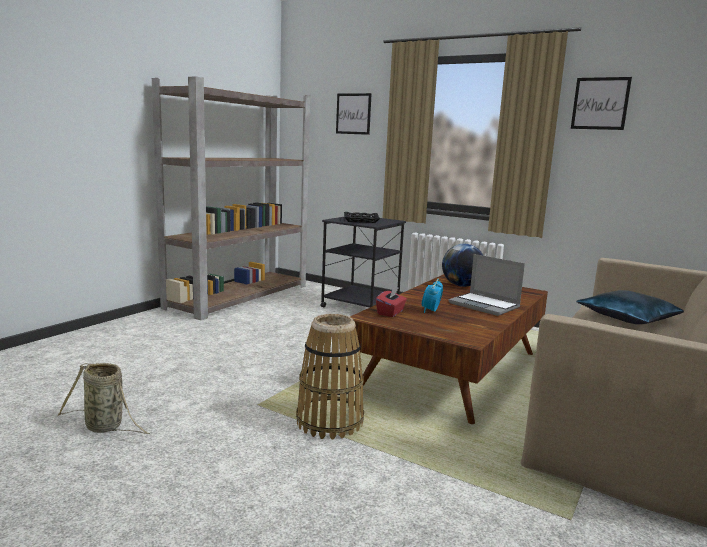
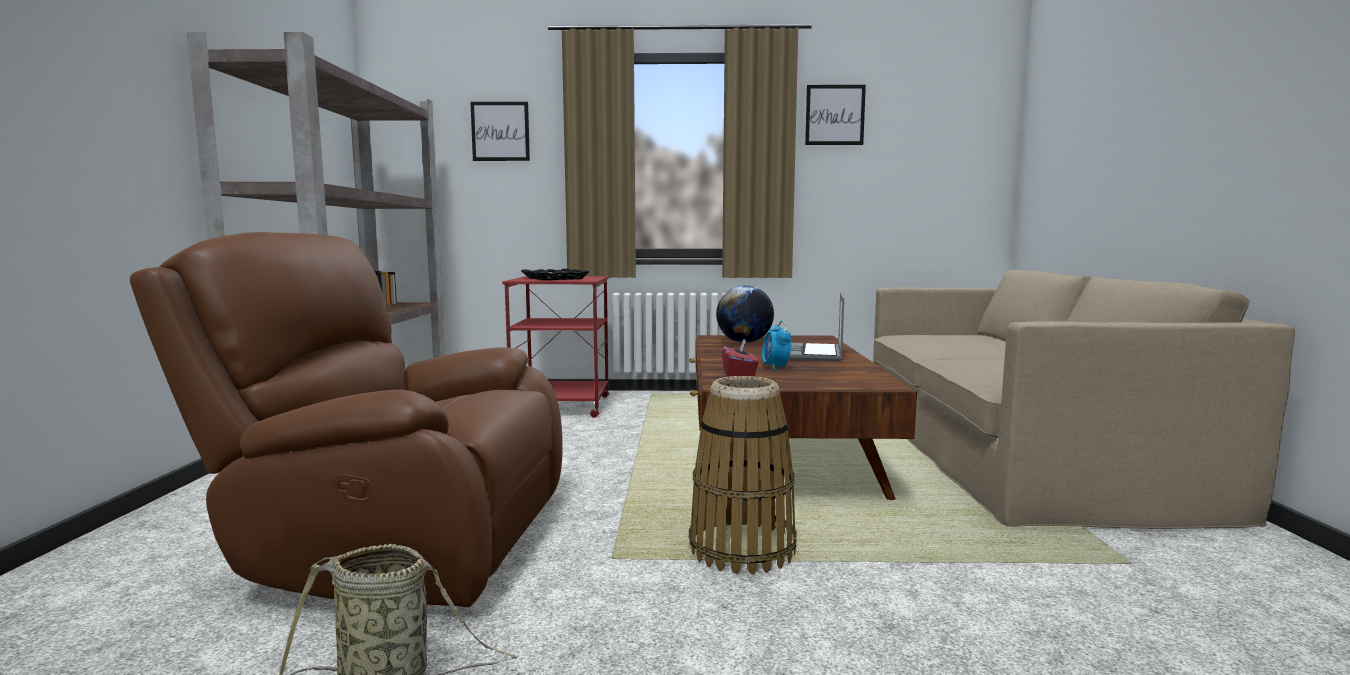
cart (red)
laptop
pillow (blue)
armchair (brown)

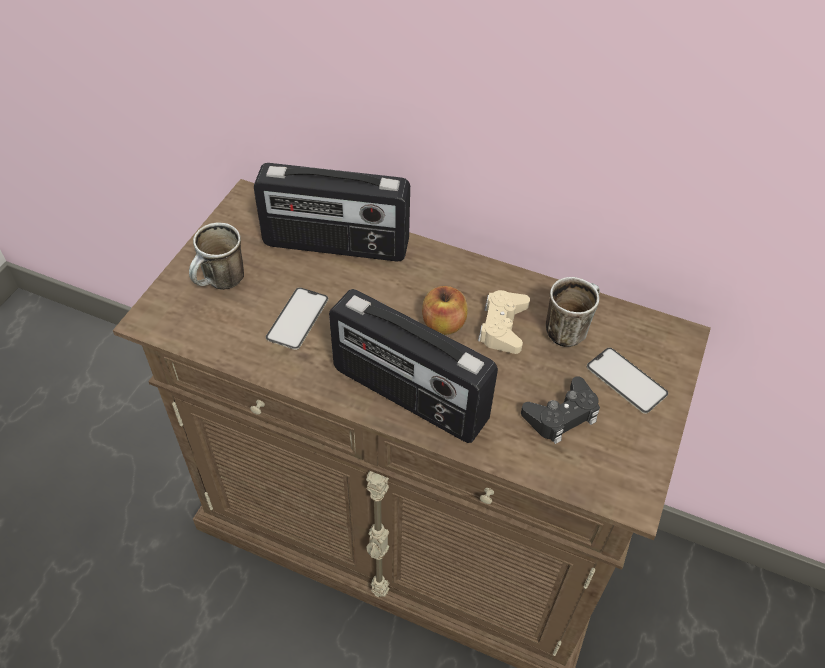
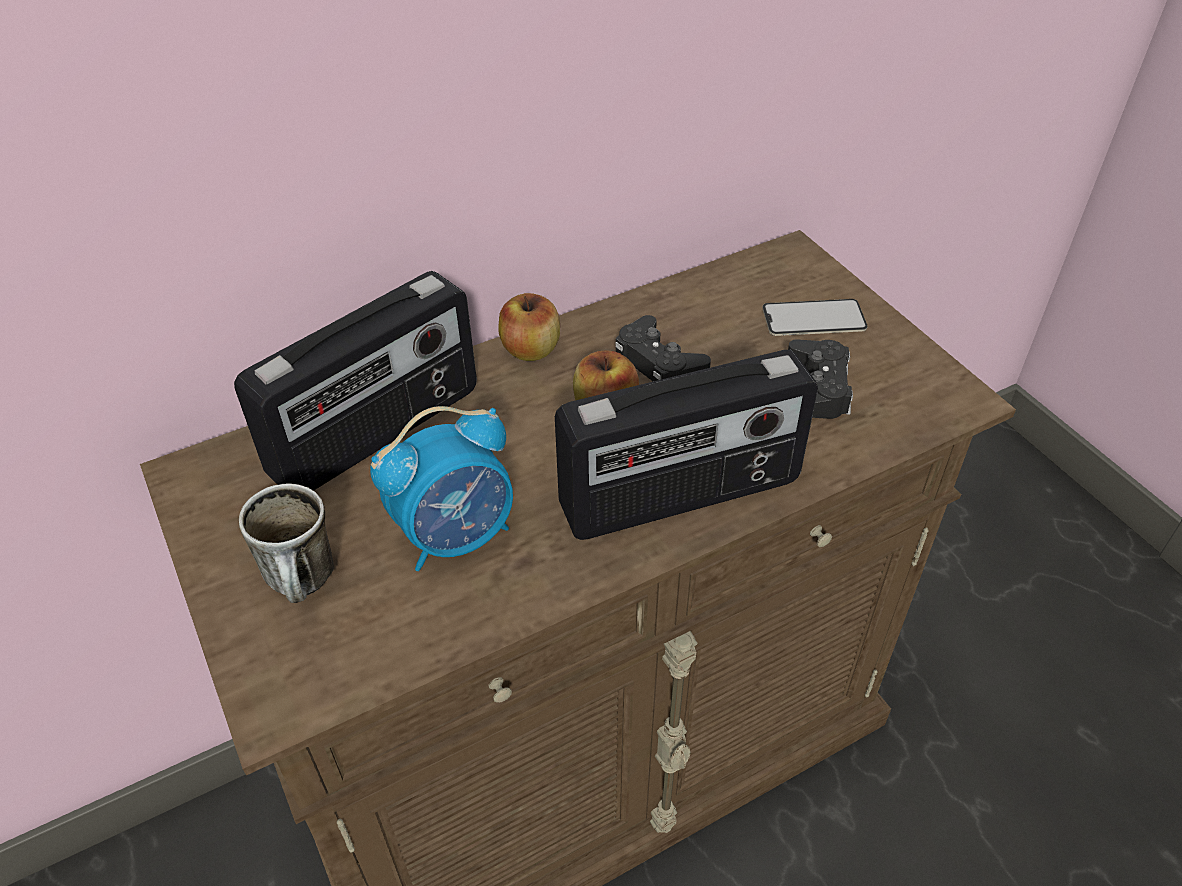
alarm clock
game controller (black) (1st from left)
mug (2nd from left in the first image)
apple (1st from left)

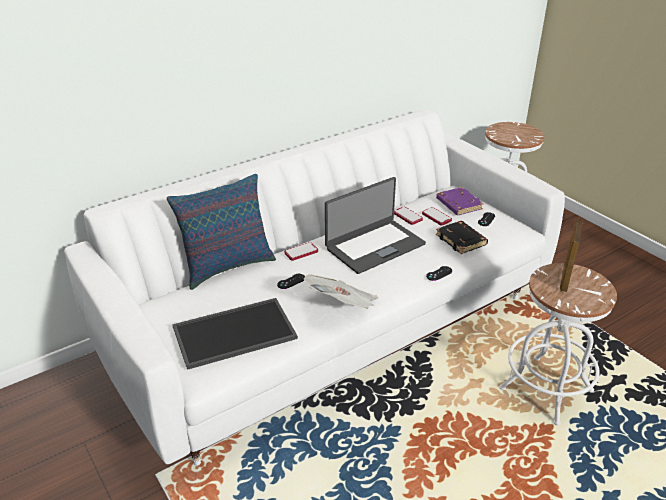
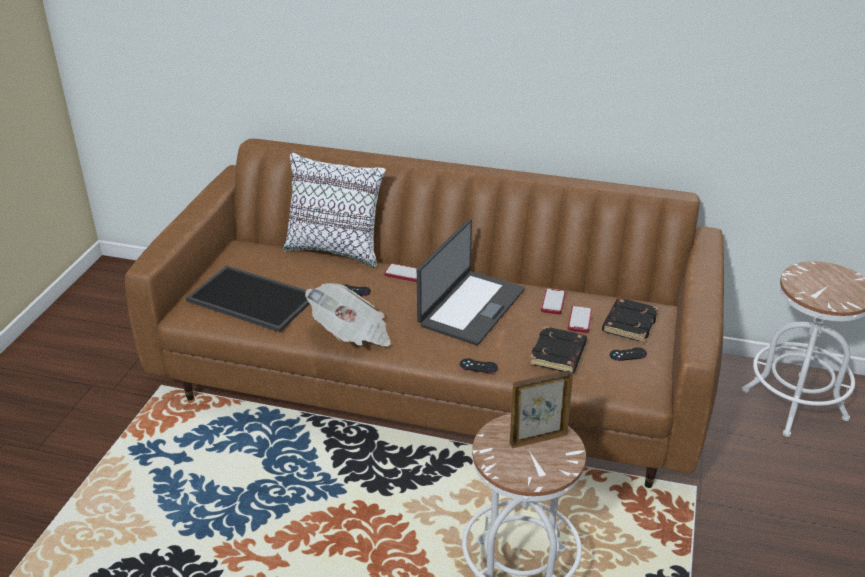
sofa (brown)
pillow (white)
laptop
book (black) (2nd from left)

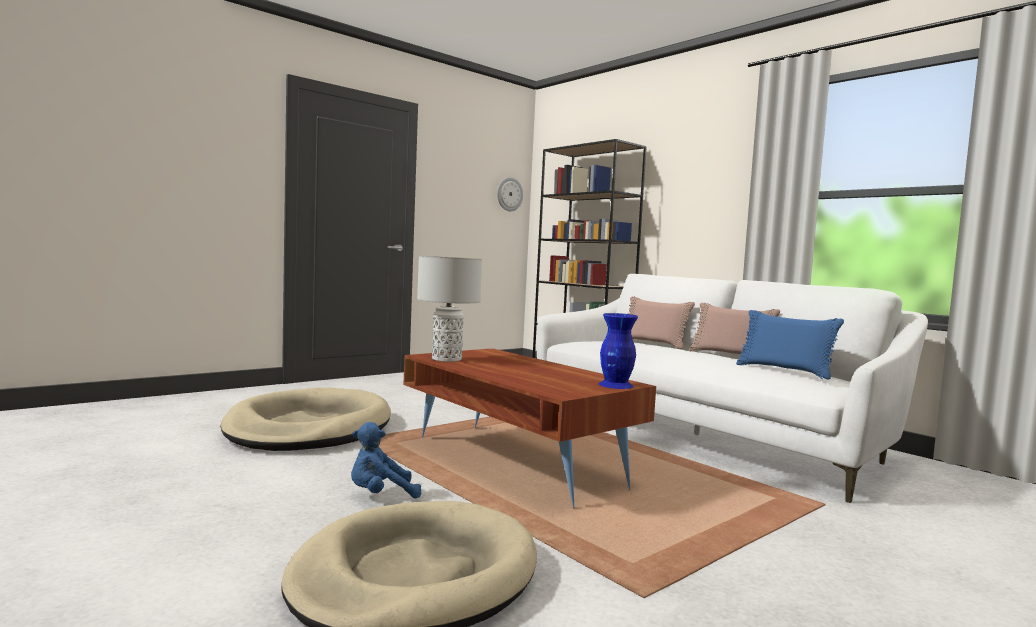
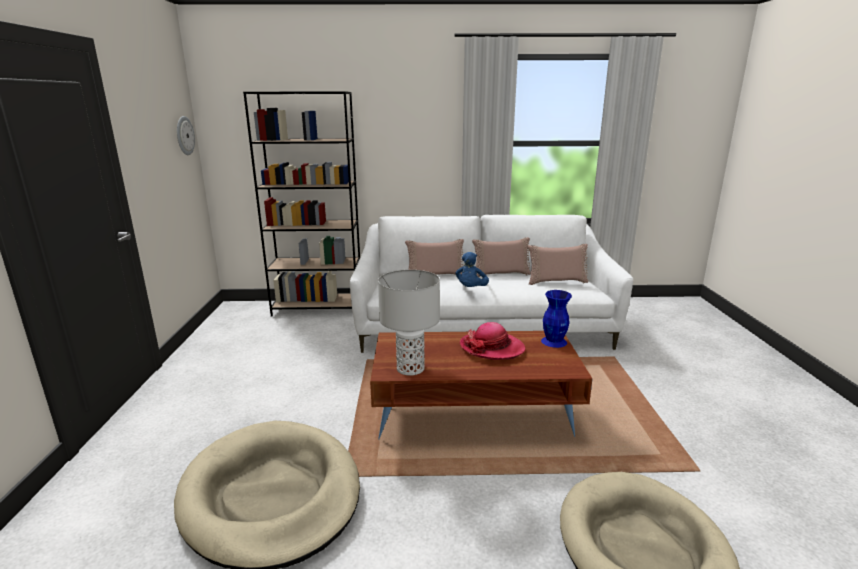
plush toy (blue)
pillow (beige) (3rd from left)
hat

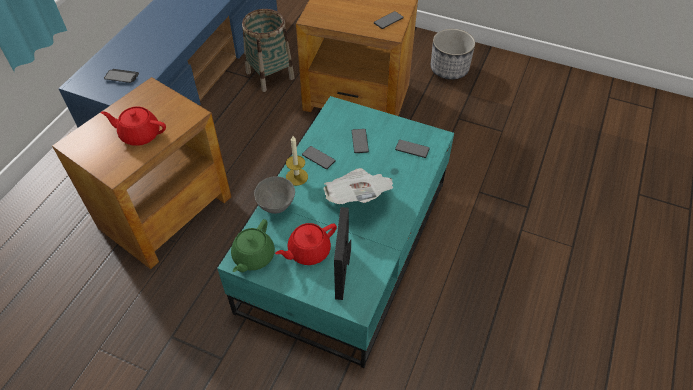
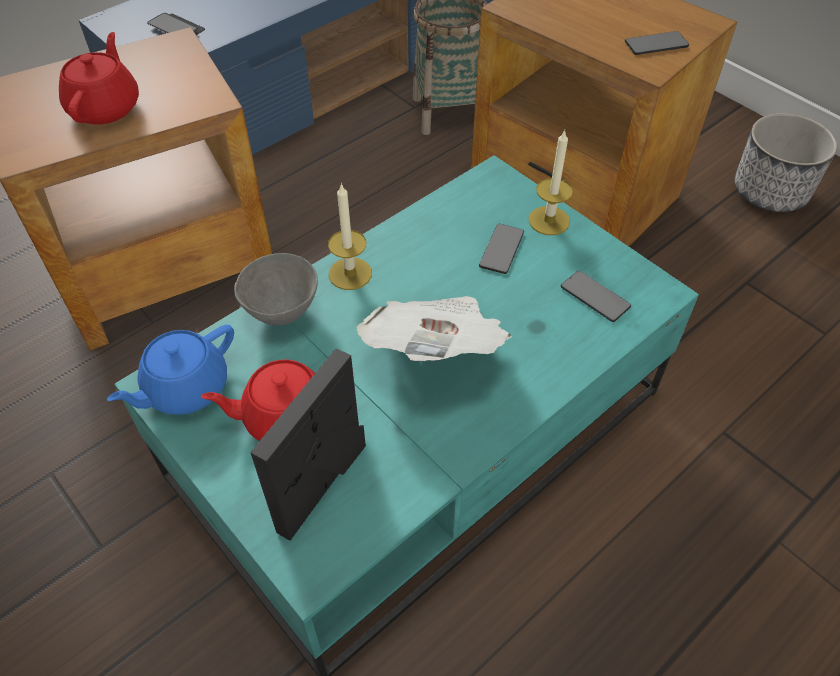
teapot (red) (1st from left)
teapot (blue)
phone (2nd from left in the first image)
candle (2nd from left)

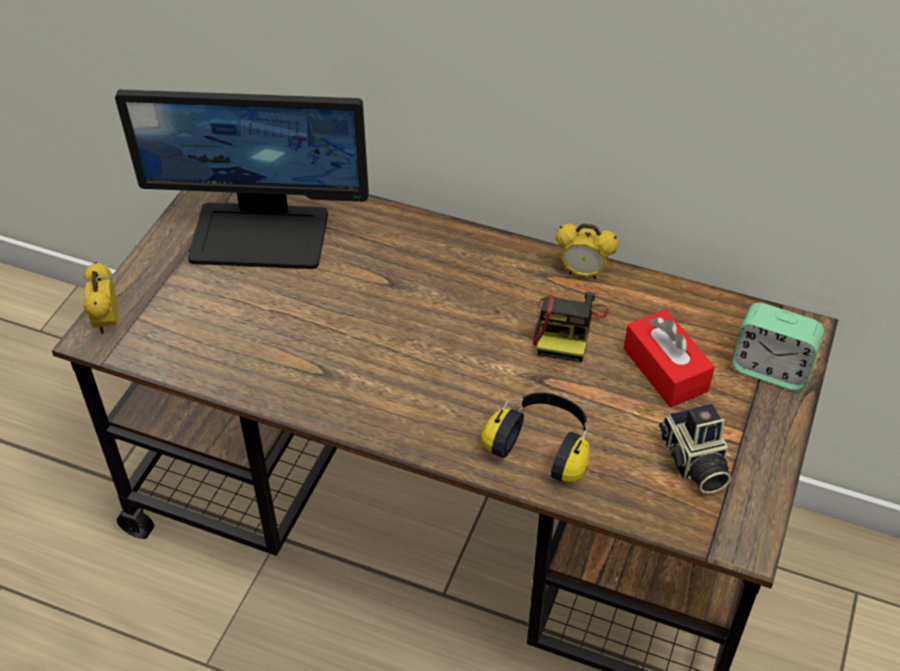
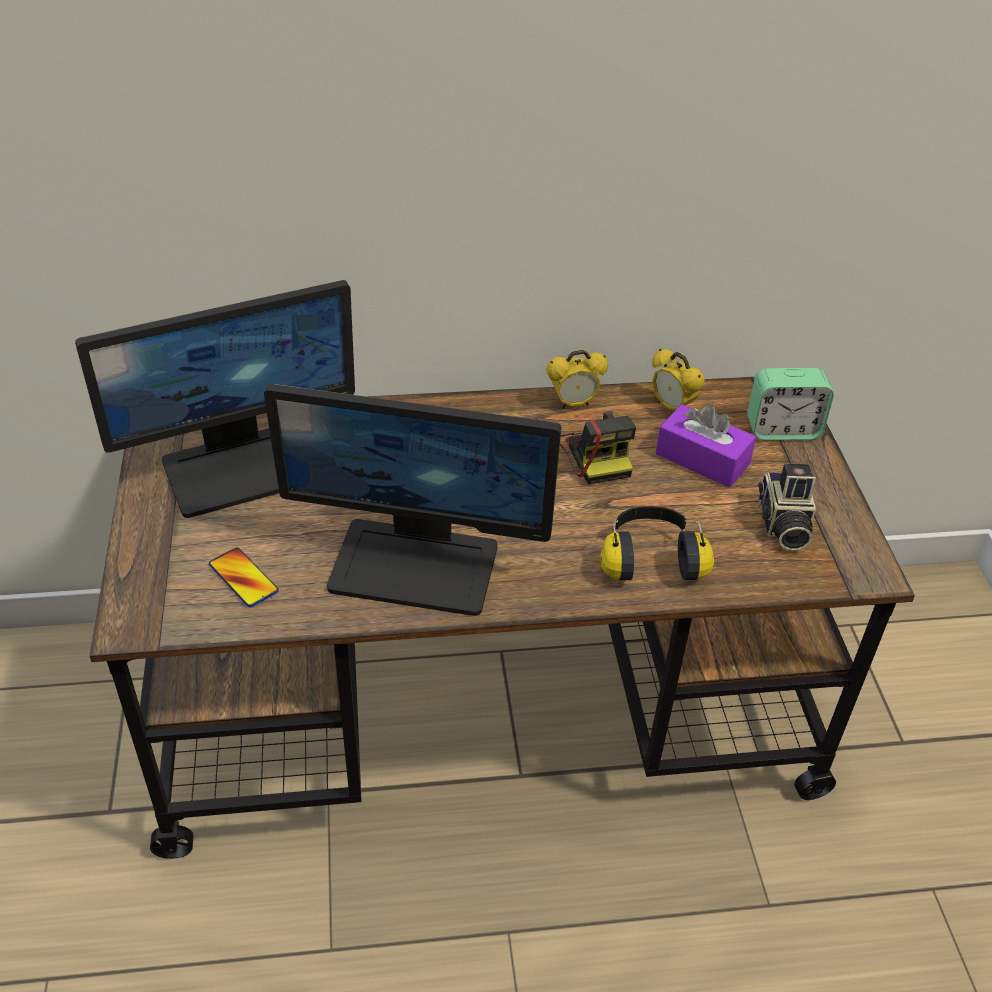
alarm clock (2nd from left)
tissue box (purple)
photo camera (2nd from left)
phone
monitor (2nd from left)

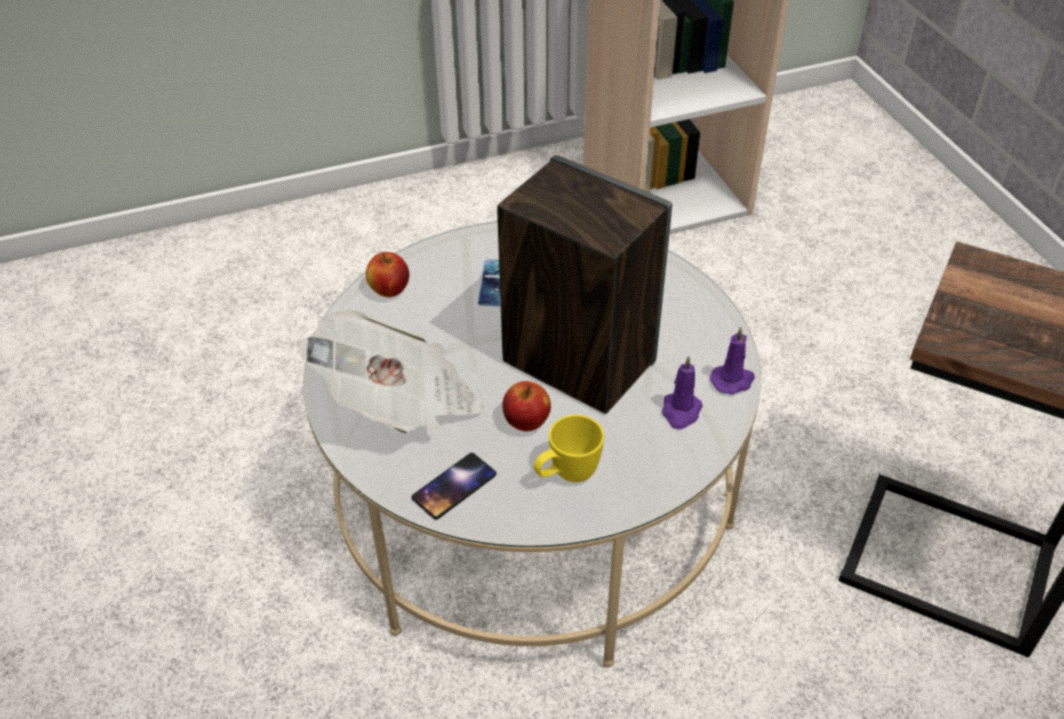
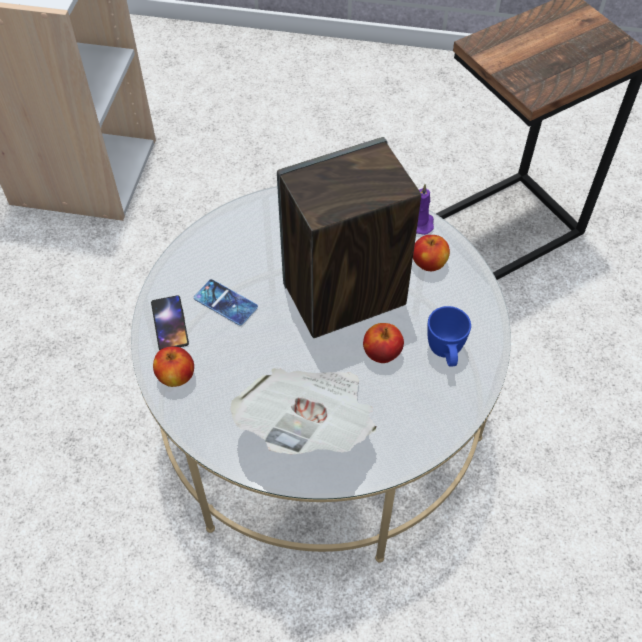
phone (1st from left)
mug (blue)
apple (3rd from left)

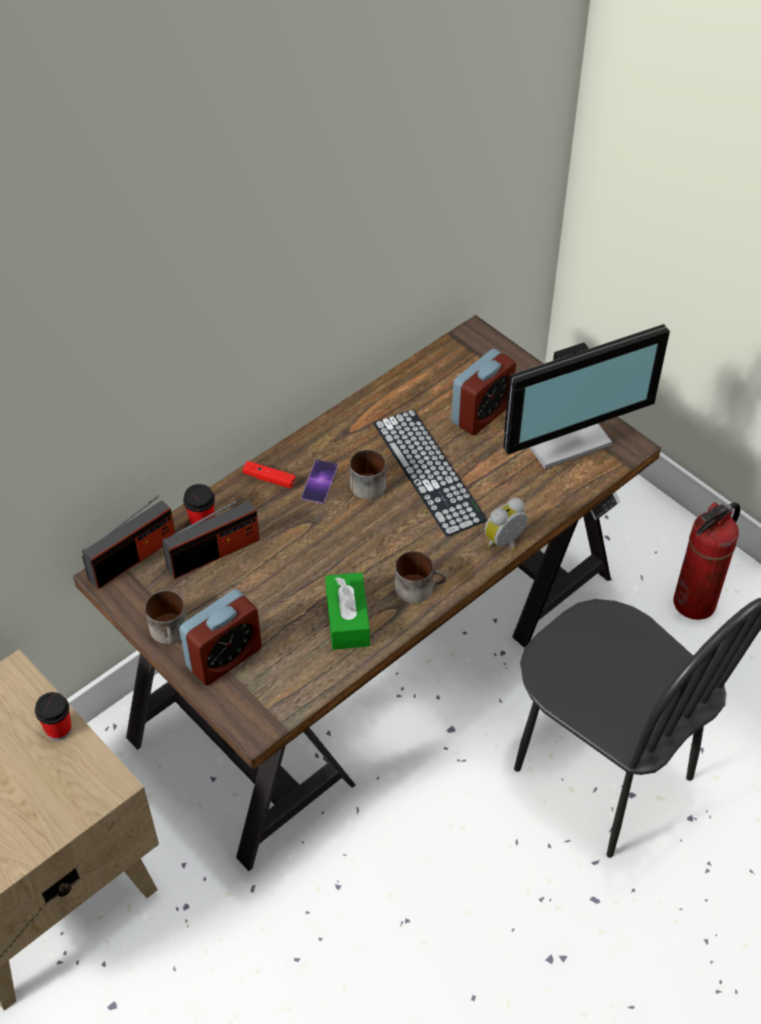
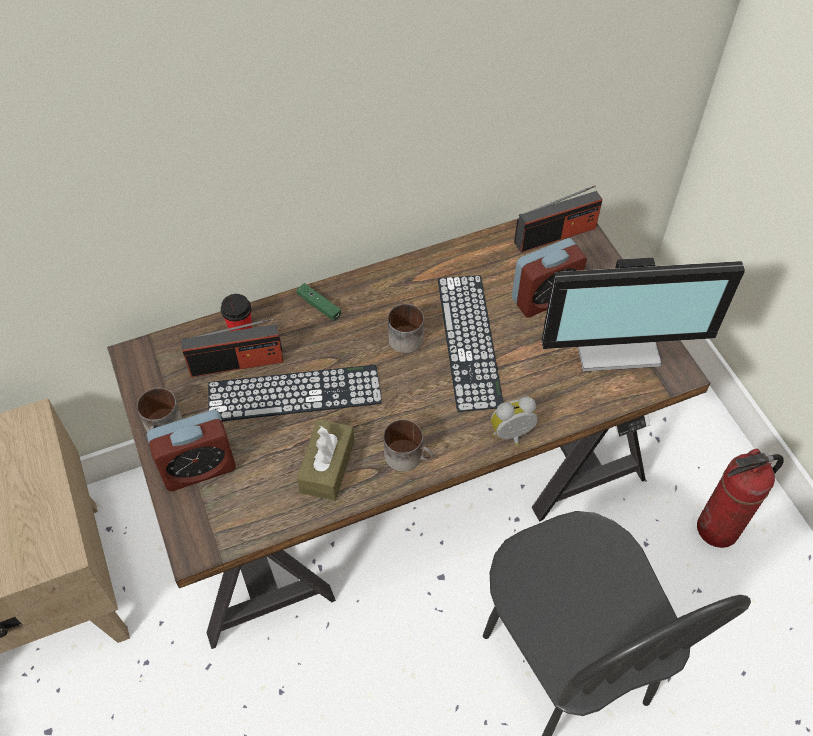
cup (1st from left in the first image)
radio (2nd from left)
game controller (green)
phone
tissue box (brown)
keyboard (1st from left)

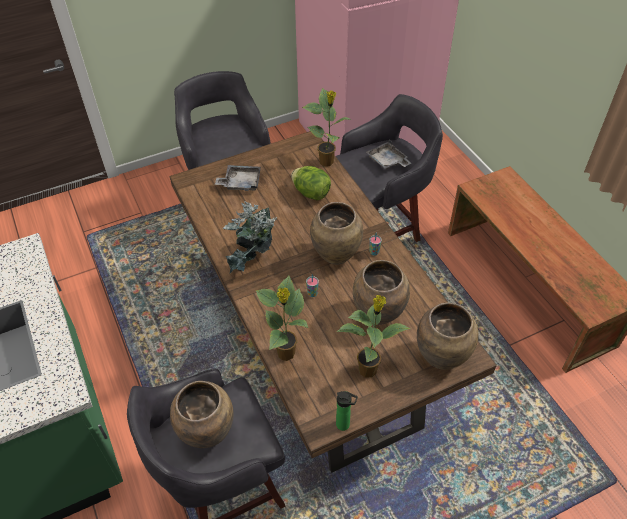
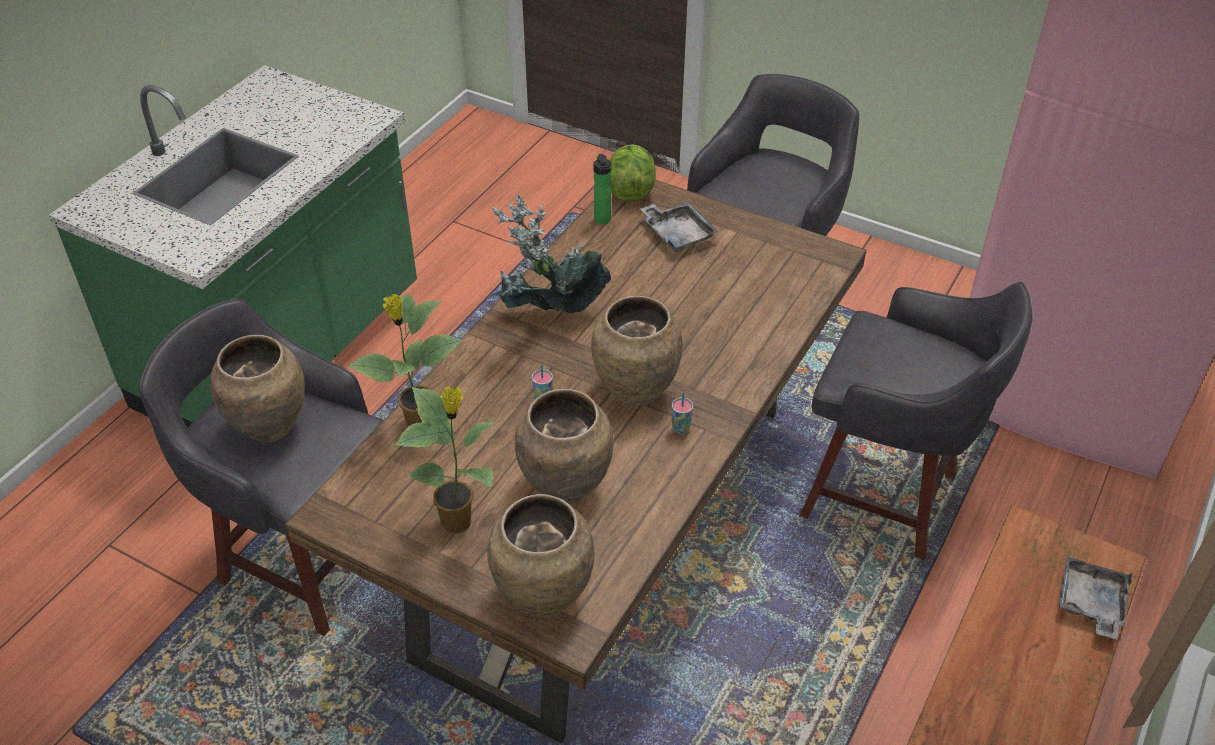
lettuce
potted plant (3rd from left in the first image)
bottle
tray (grey) (2nd from left)

